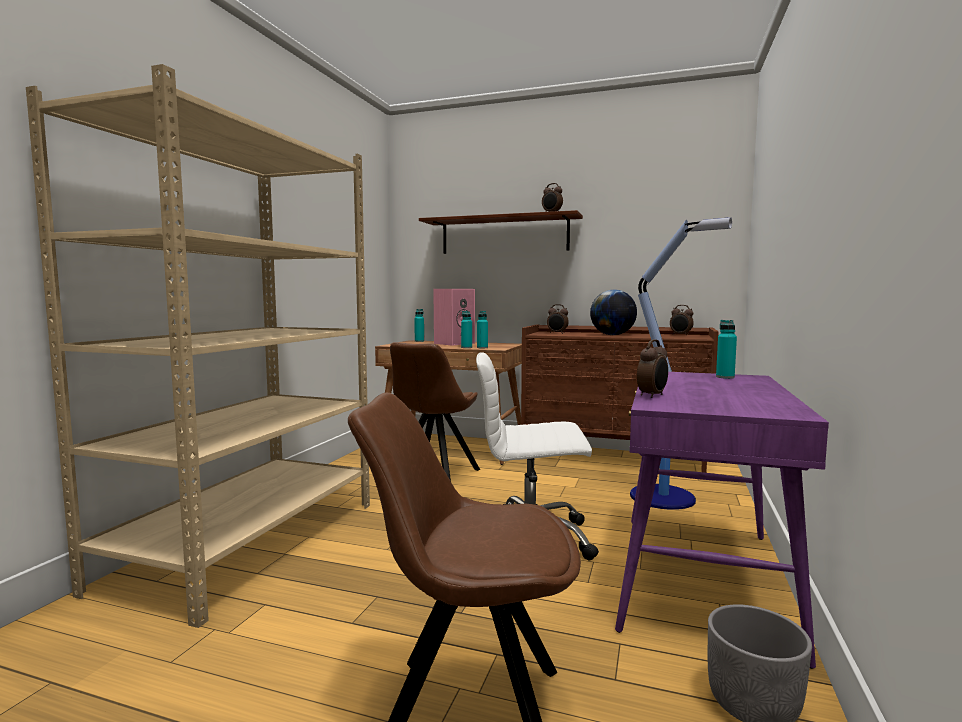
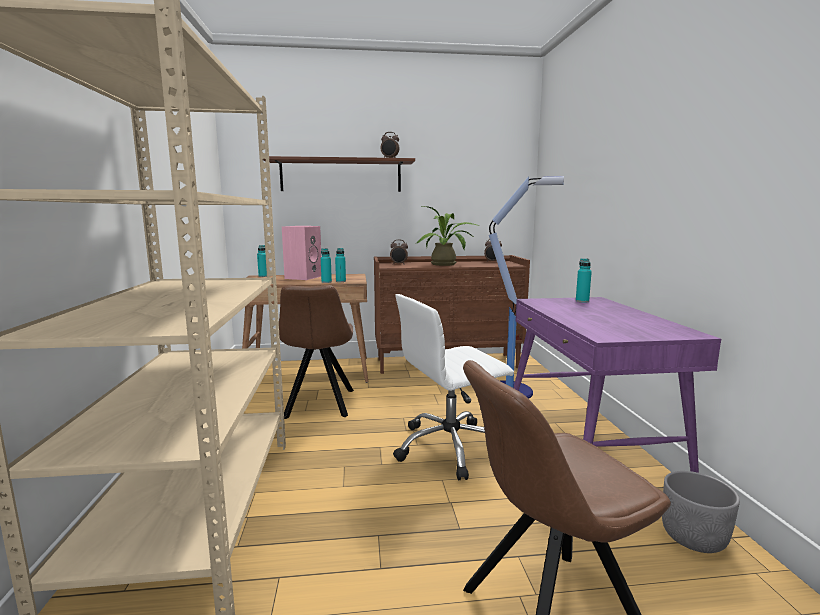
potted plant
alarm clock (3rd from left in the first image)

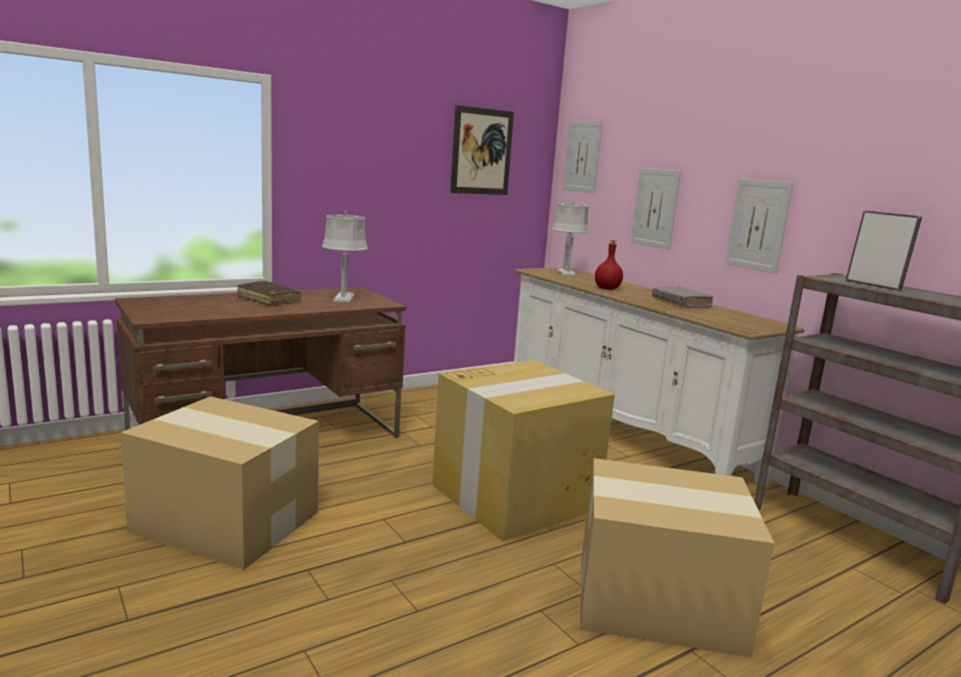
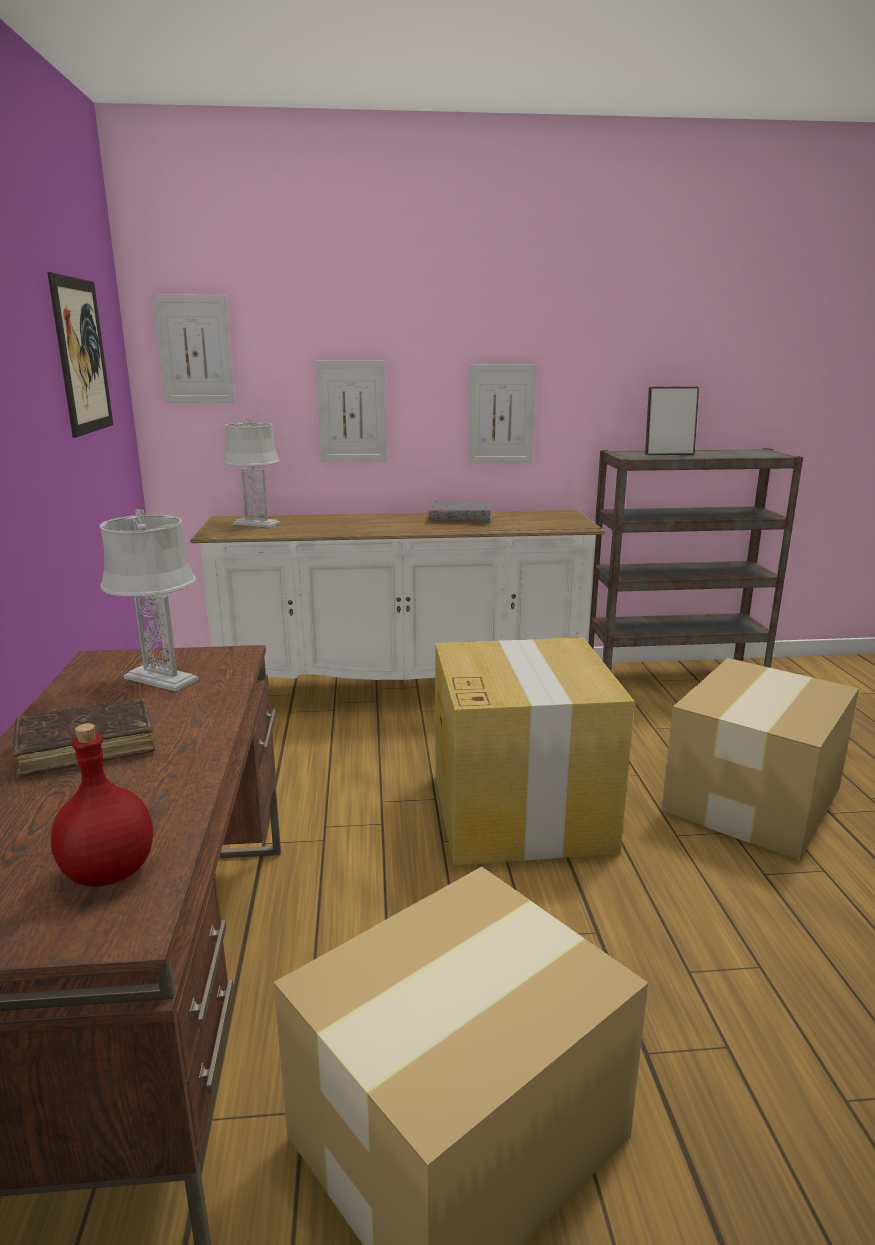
bottle (red)

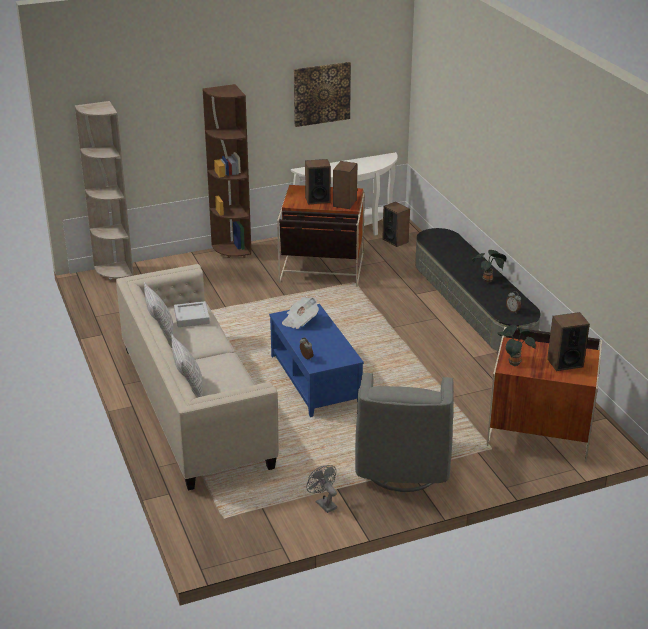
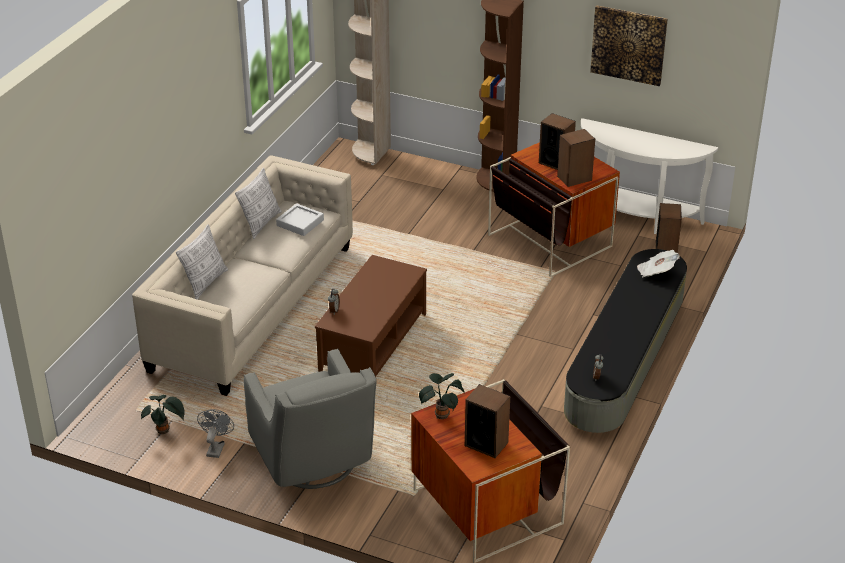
coffee table (brown)
newspaper
armchair (grey)
potted plant (1st from left)

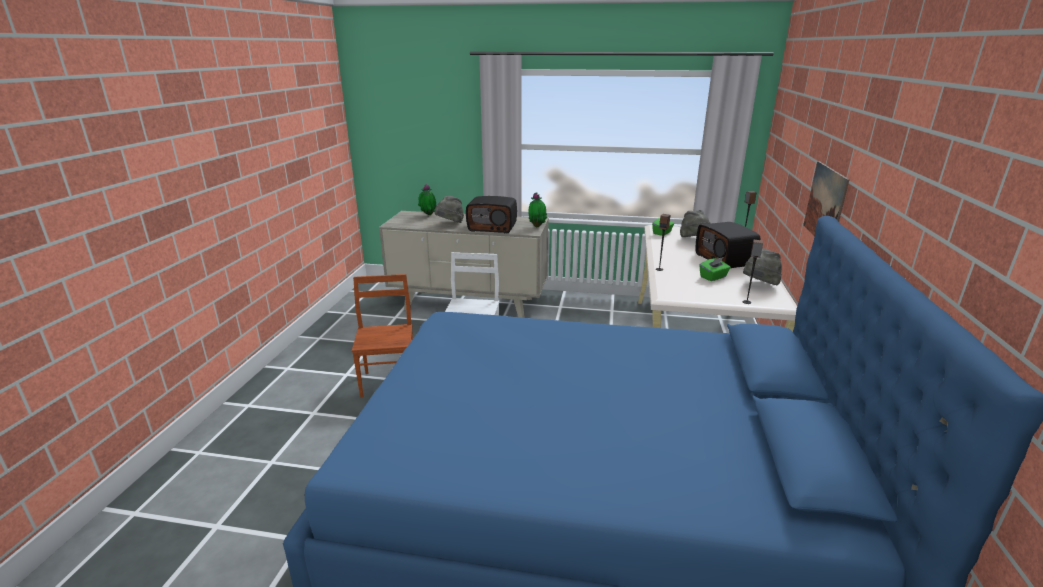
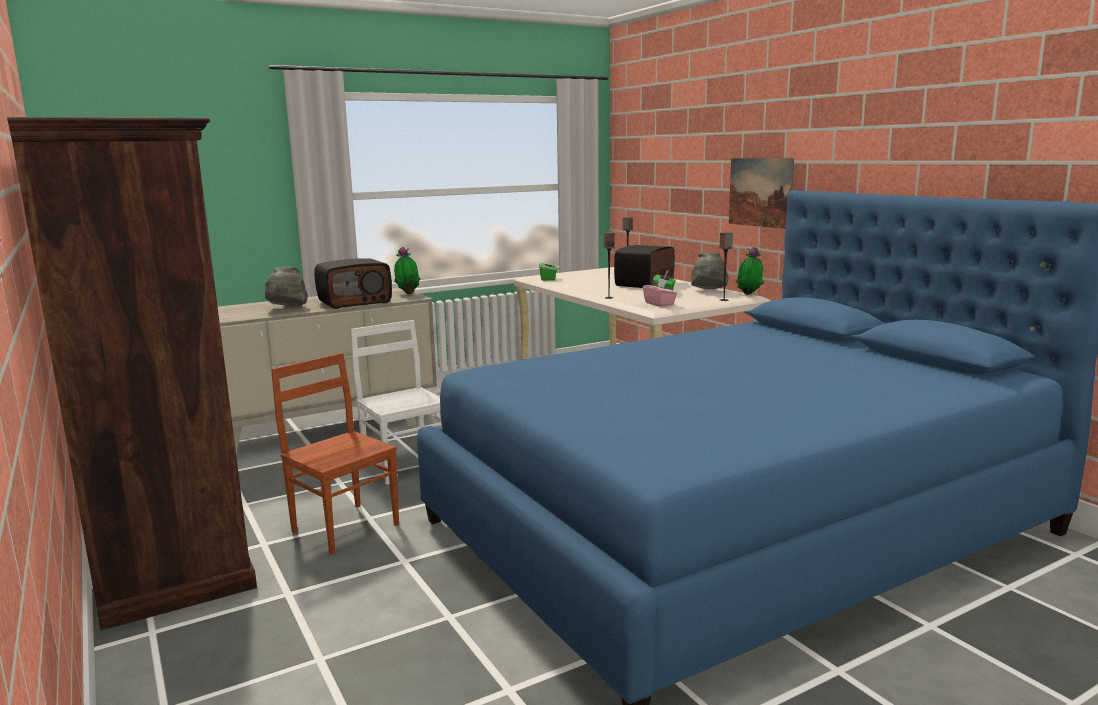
potted plant (2nd from left)
hat (grey) (2nd from left in the first image)
radio (2nd from left)
wardrobe (brown)
tissue box (pink)

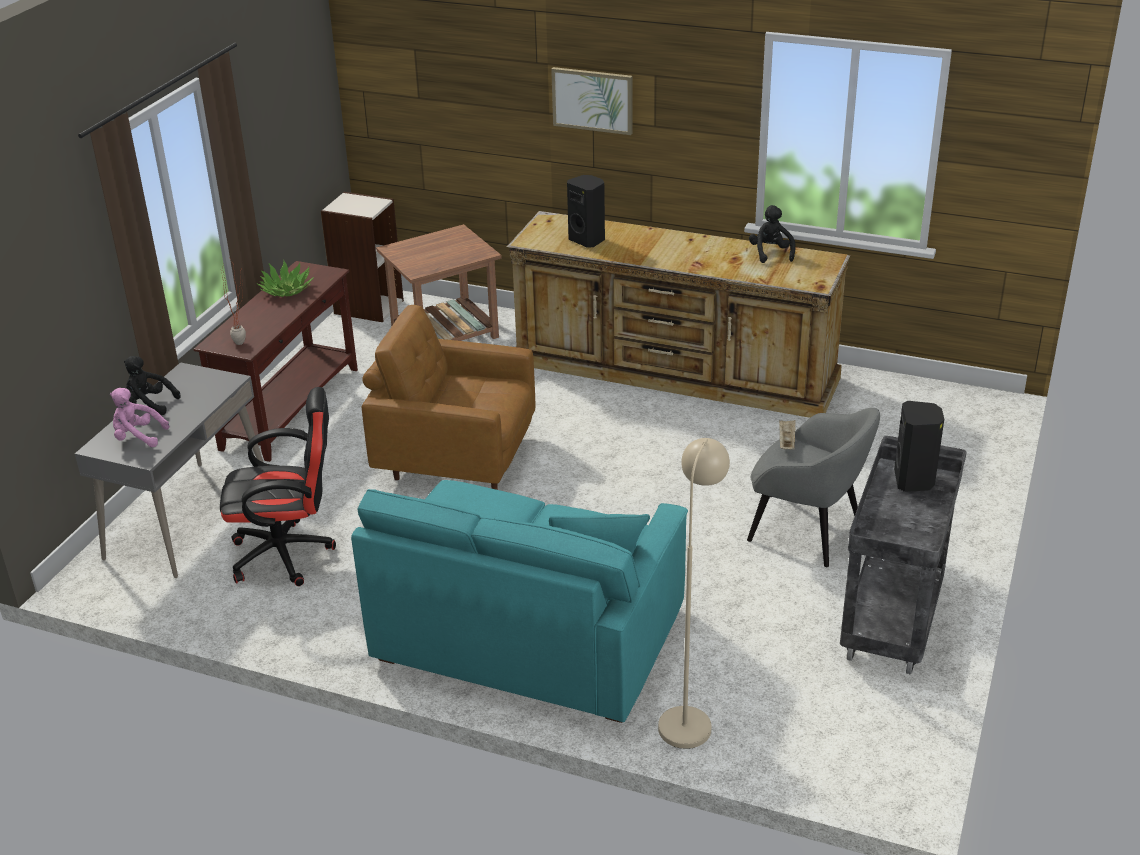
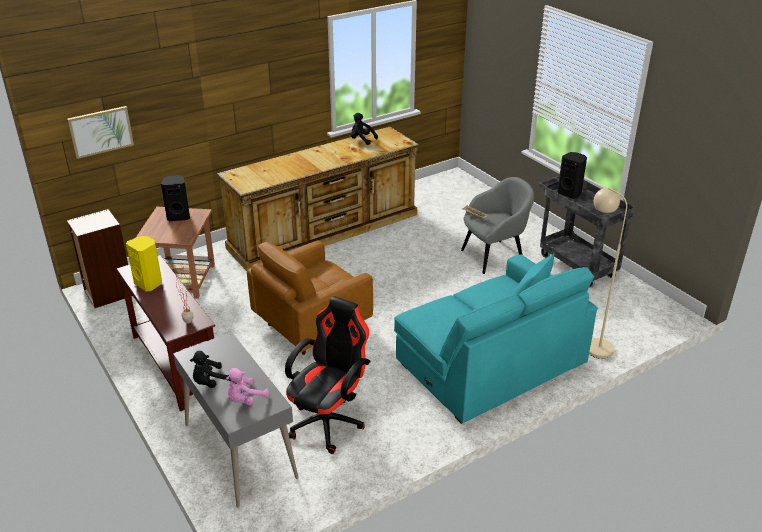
speaker (yellow)
picture
speaker (black) (1st from left)

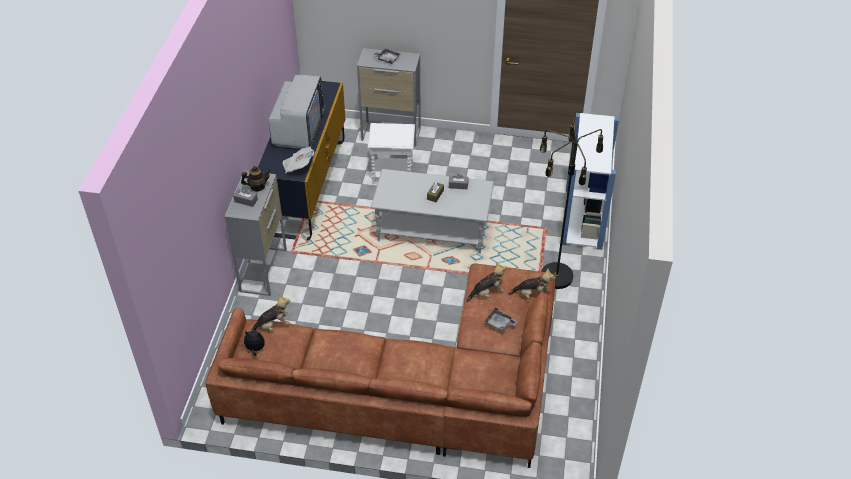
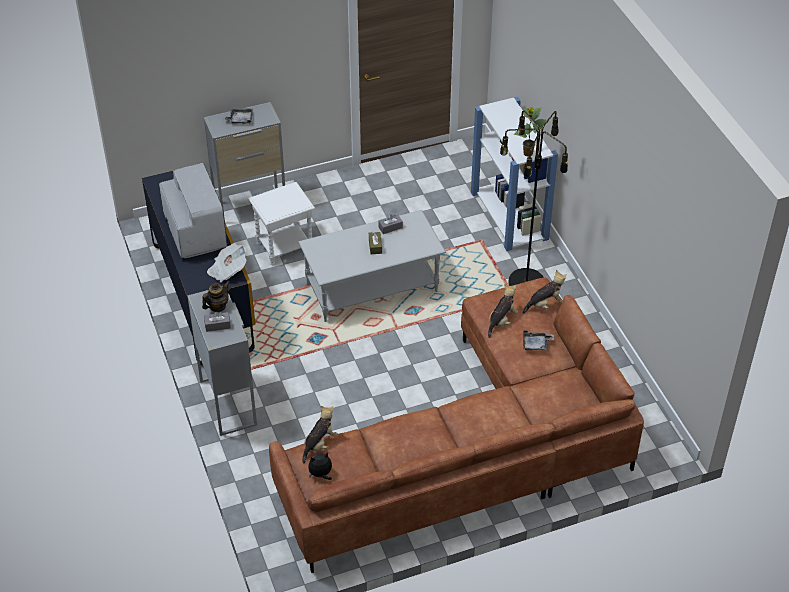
potted plant

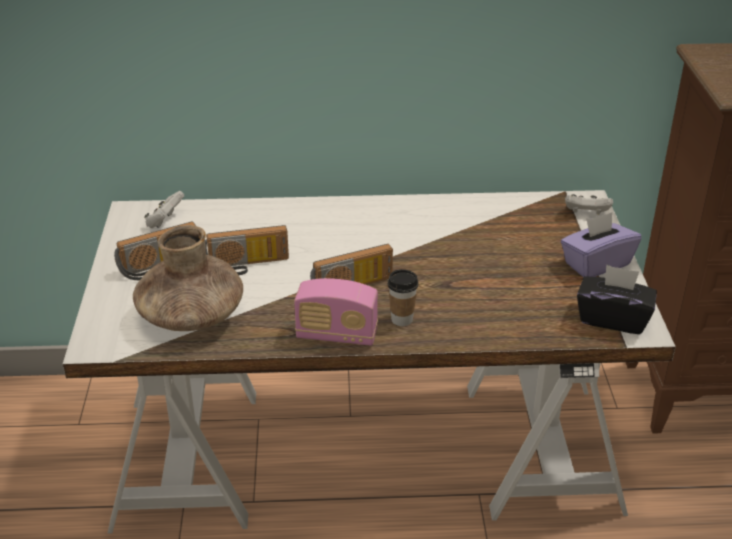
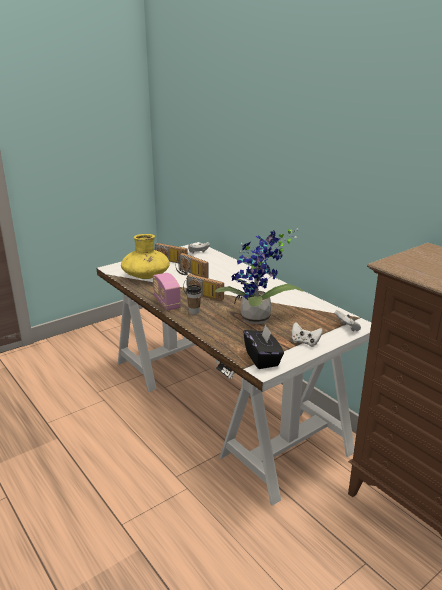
vase (yellow)
game controller (white) (2nd from left)
potted plant

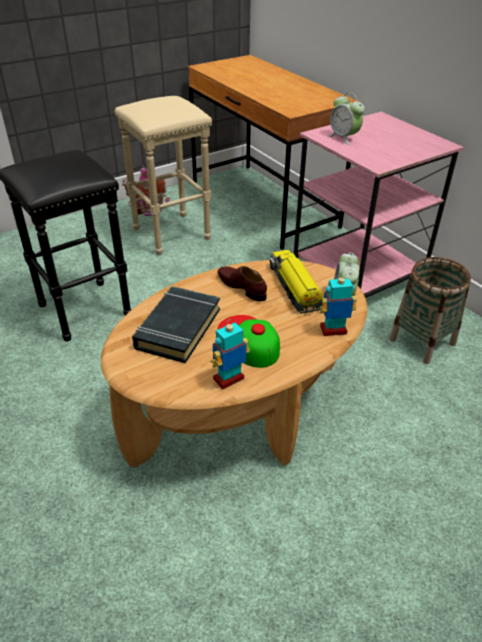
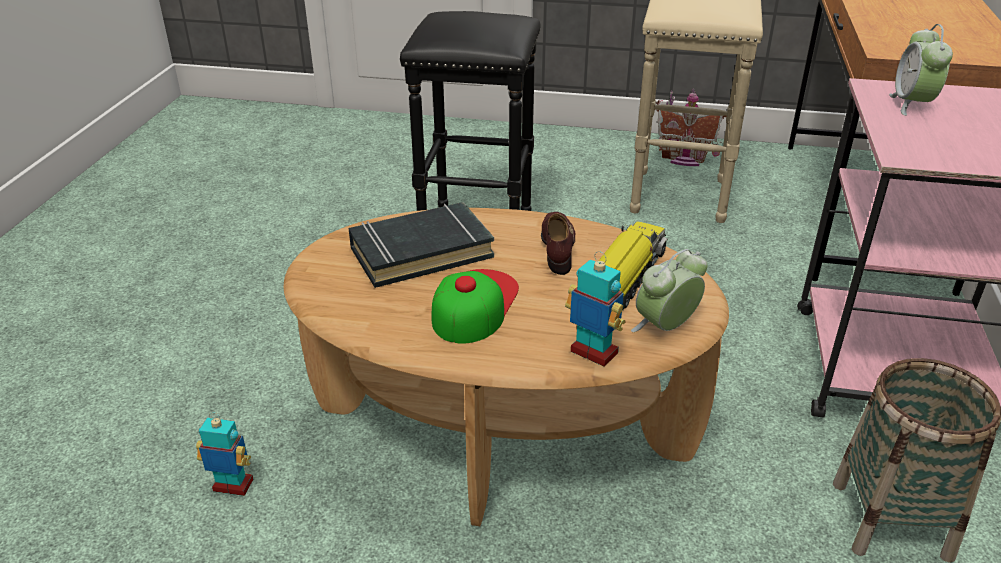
toy robot (1st from left)

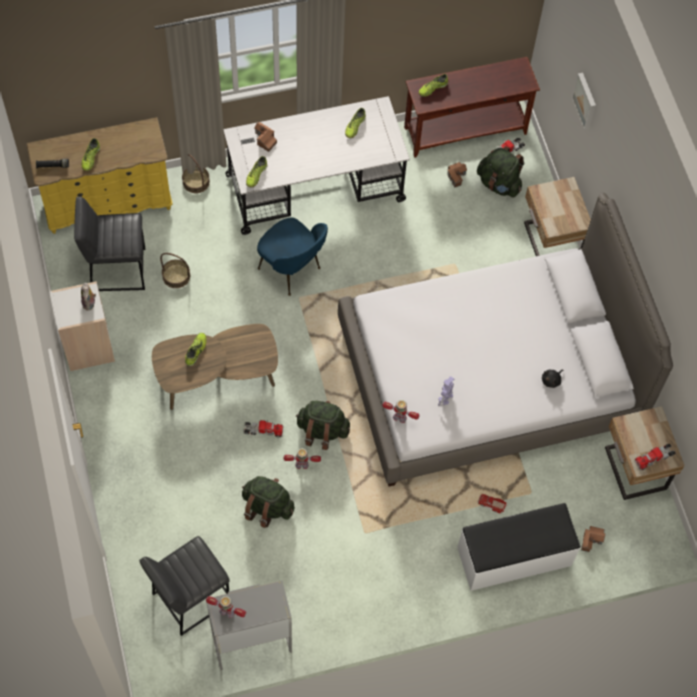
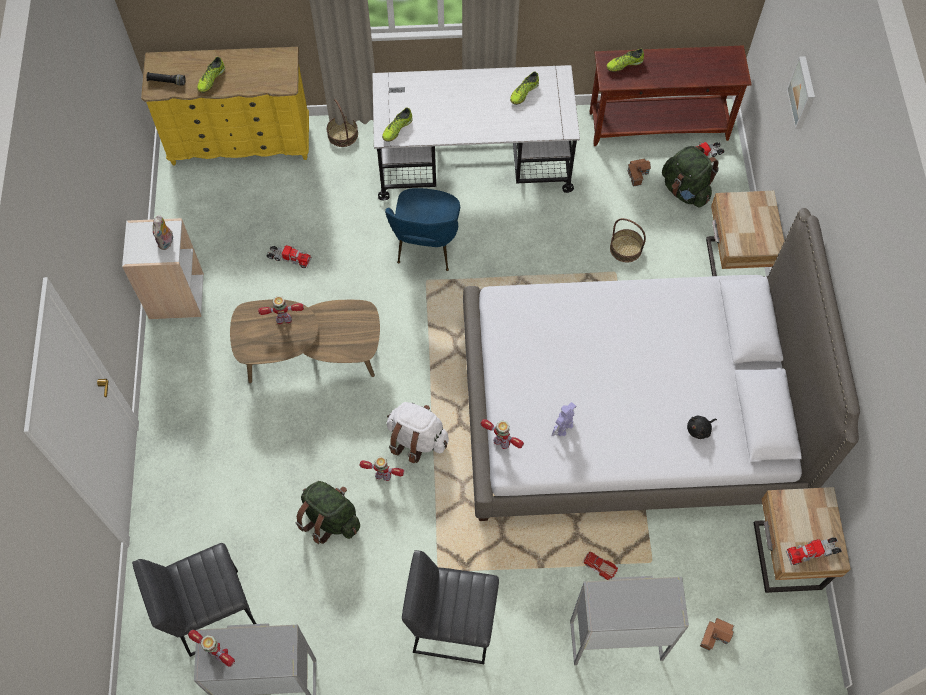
stool (grey) (2nd from left)
basket (2nd from left)
toy robot (2nd from left)
toy truck (1st from left)
toy house (1st from left in the first image)
chair (blue)
backpack (white)
cabinet (grey) (2nd from left)

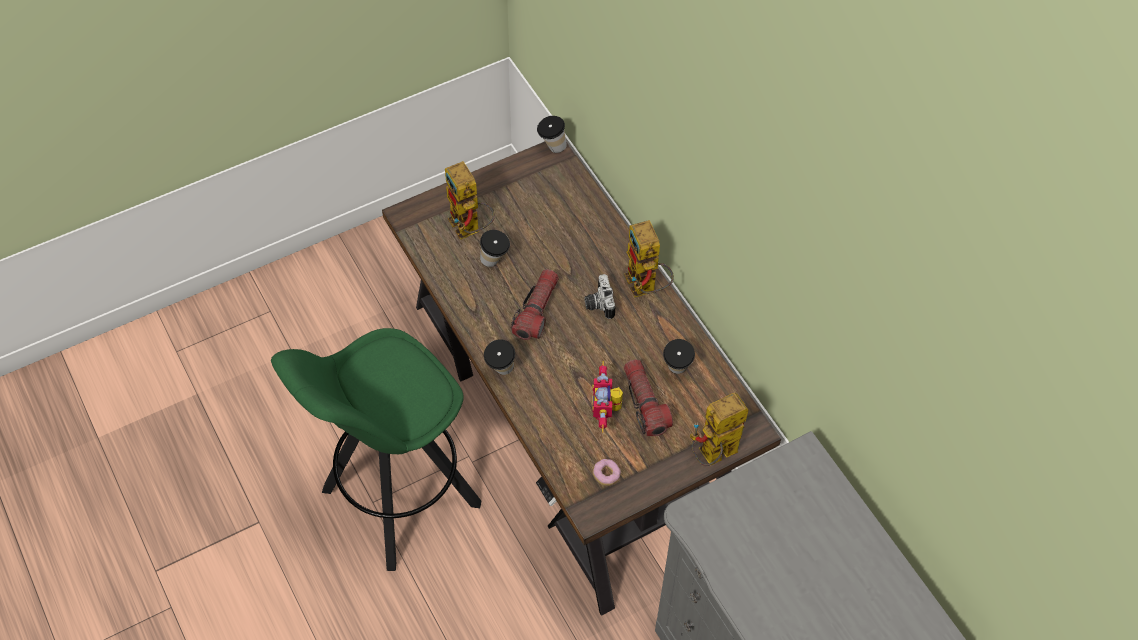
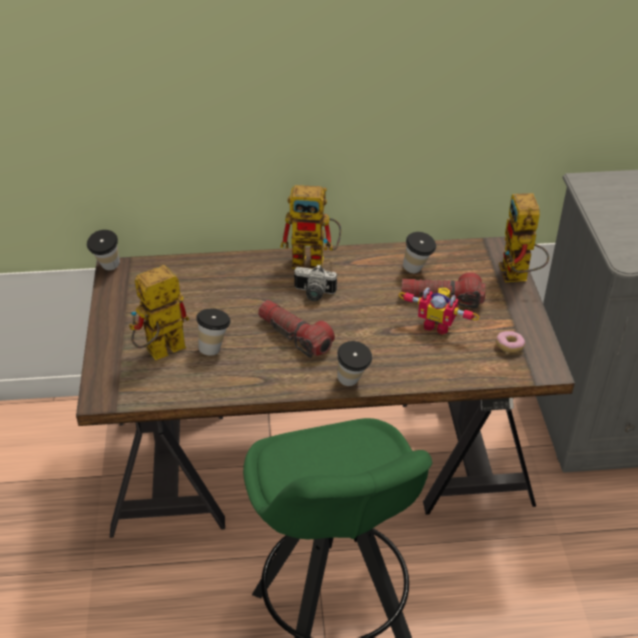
toy robot (1st from left)

